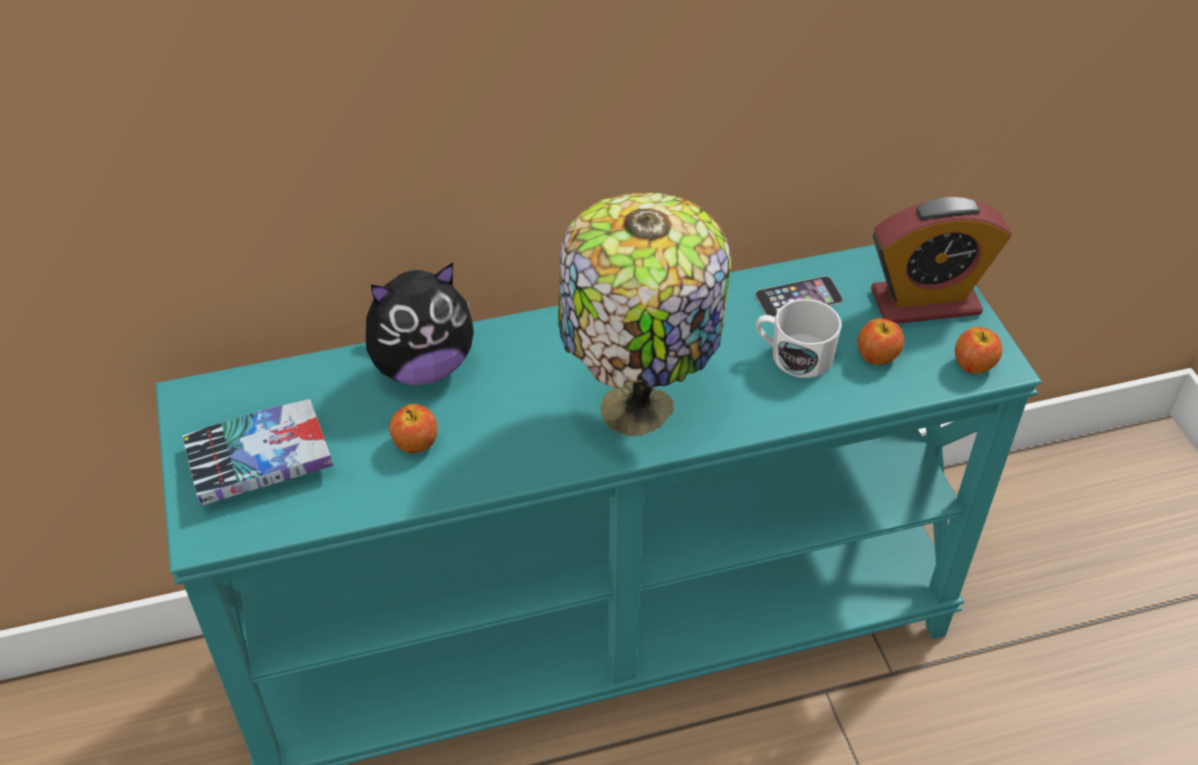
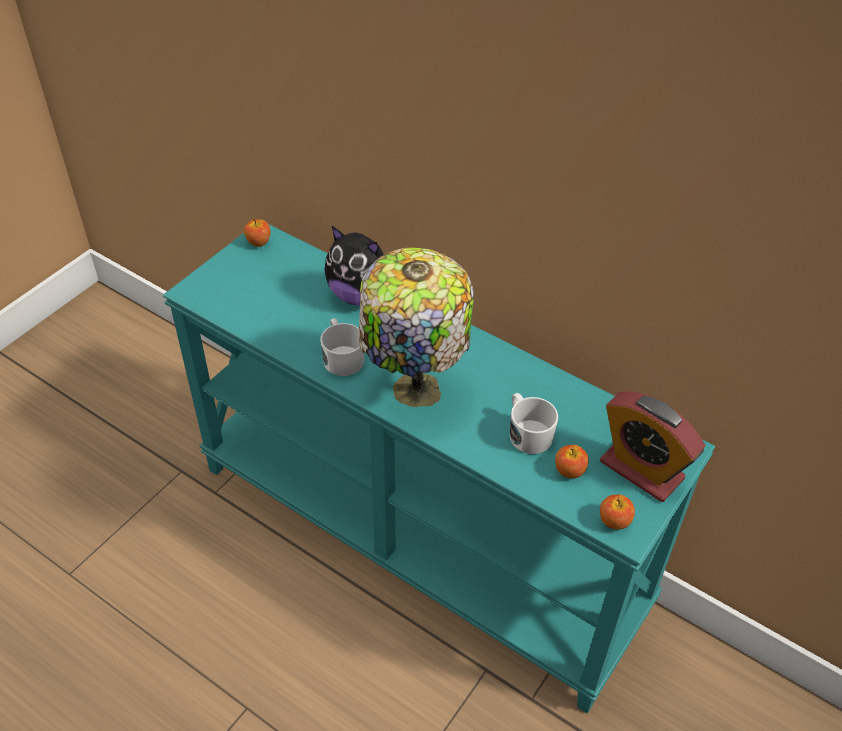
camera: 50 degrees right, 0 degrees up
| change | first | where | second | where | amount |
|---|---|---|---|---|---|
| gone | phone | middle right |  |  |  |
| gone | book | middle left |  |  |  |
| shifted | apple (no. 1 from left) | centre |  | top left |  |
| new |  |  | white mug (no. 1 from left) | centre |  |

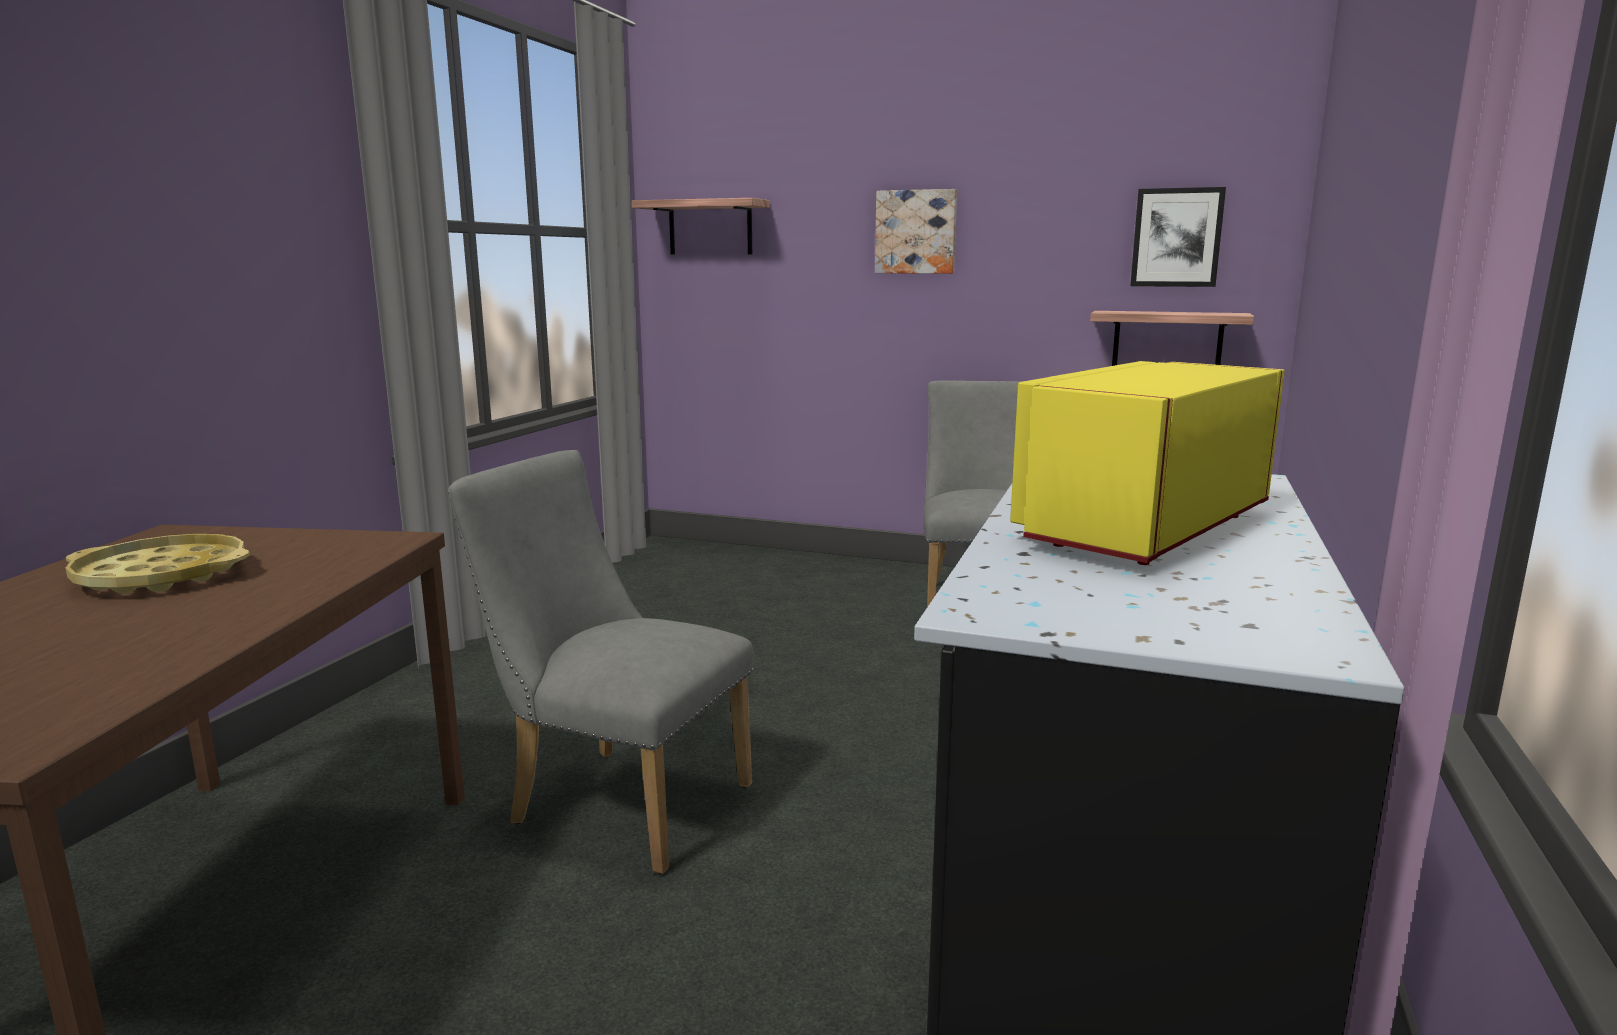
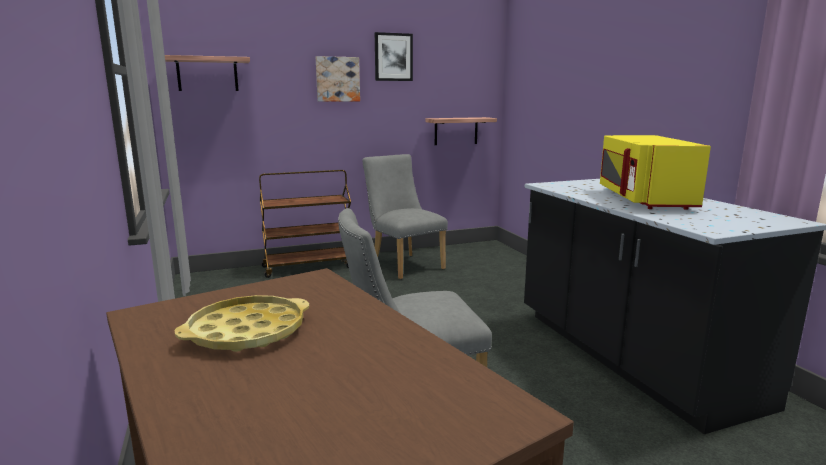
camera: 40 degrees left, 0 degrees up
| change | first | where | second | where | amount |
|---|---|---|---|---|---|
| shifted | picture (no. 2 from left) | top right |  | top centre |  |
| new |  |  | brown cart | centre |  |

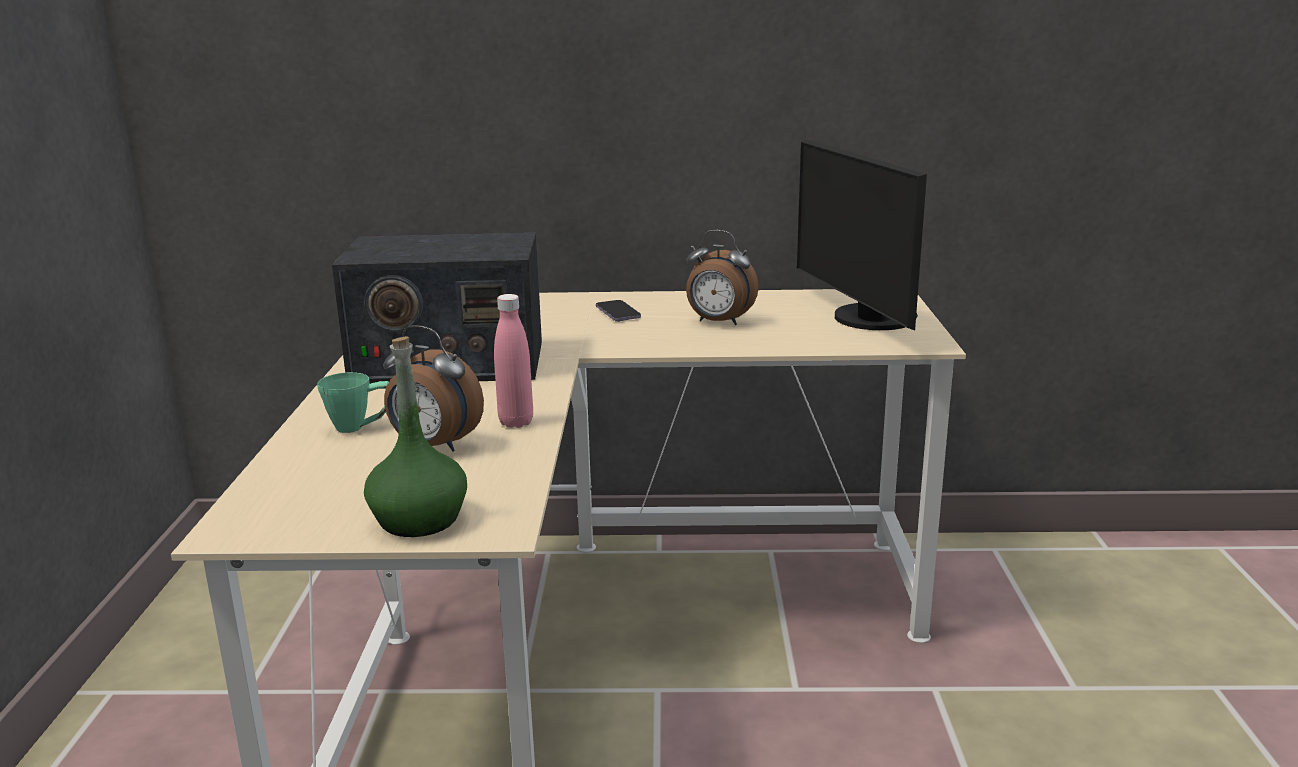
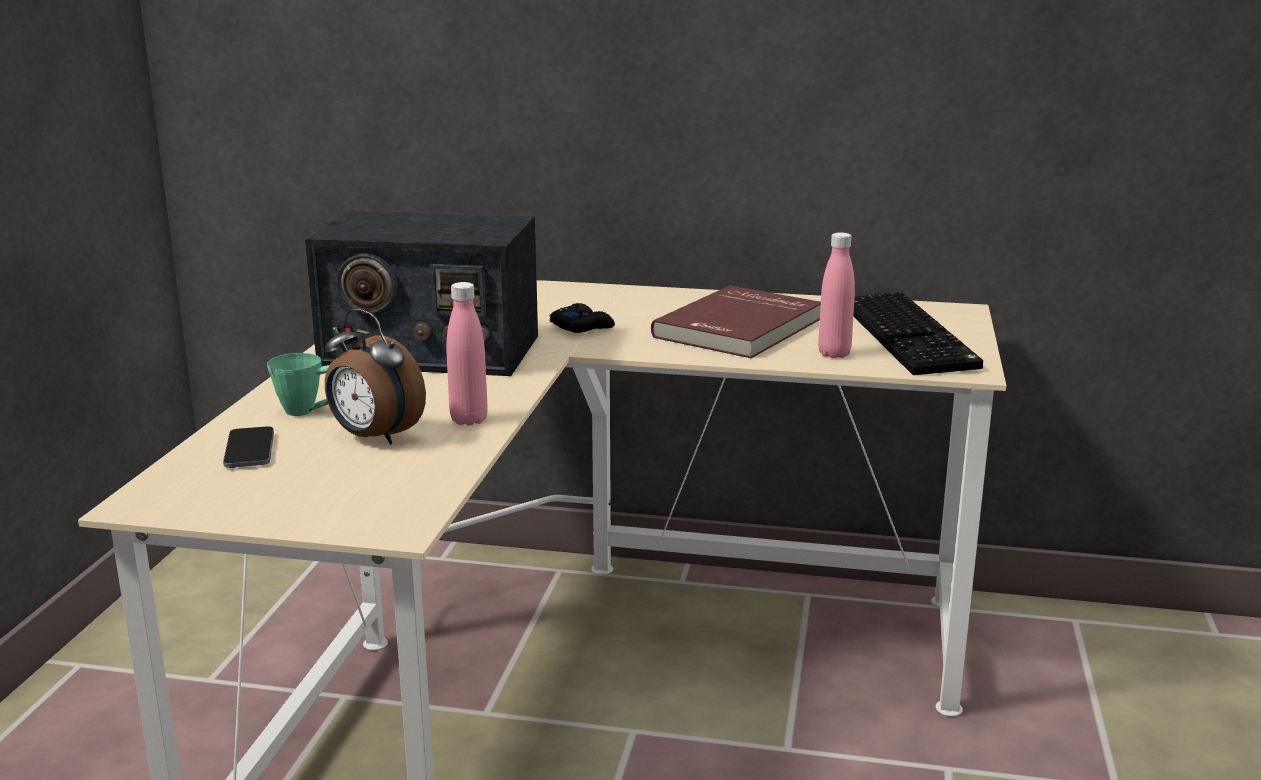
camera: 10 degrees right, 0 degrees up
| change | first | where | second | where | amount |
|---|---|---|---|---|---|
| swapped | monitor | top centre | keyboard | middle right |  |
| swapped | alarm clock (no. 2 from left) | centre | red book | centre |  |
| shifted | phone | centre |  | middle left |  |
| gone | green bottle | middle left |  |  |  |
| new |  |  | pink bottle (no. 2 from left) | centre |  |
| new |  |  | black game controller | centre |  |

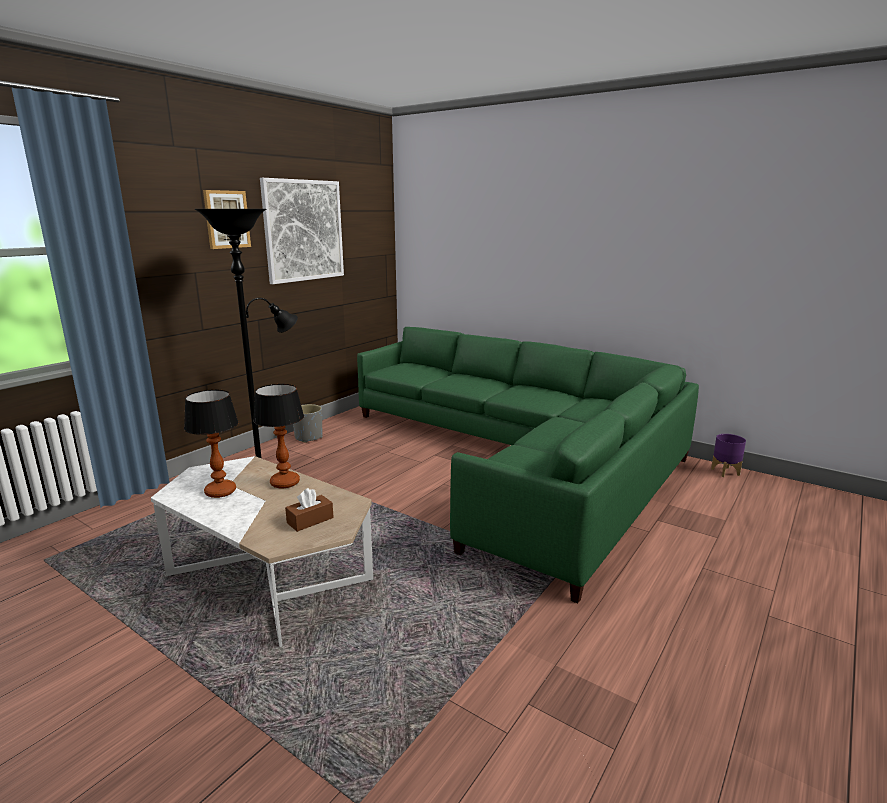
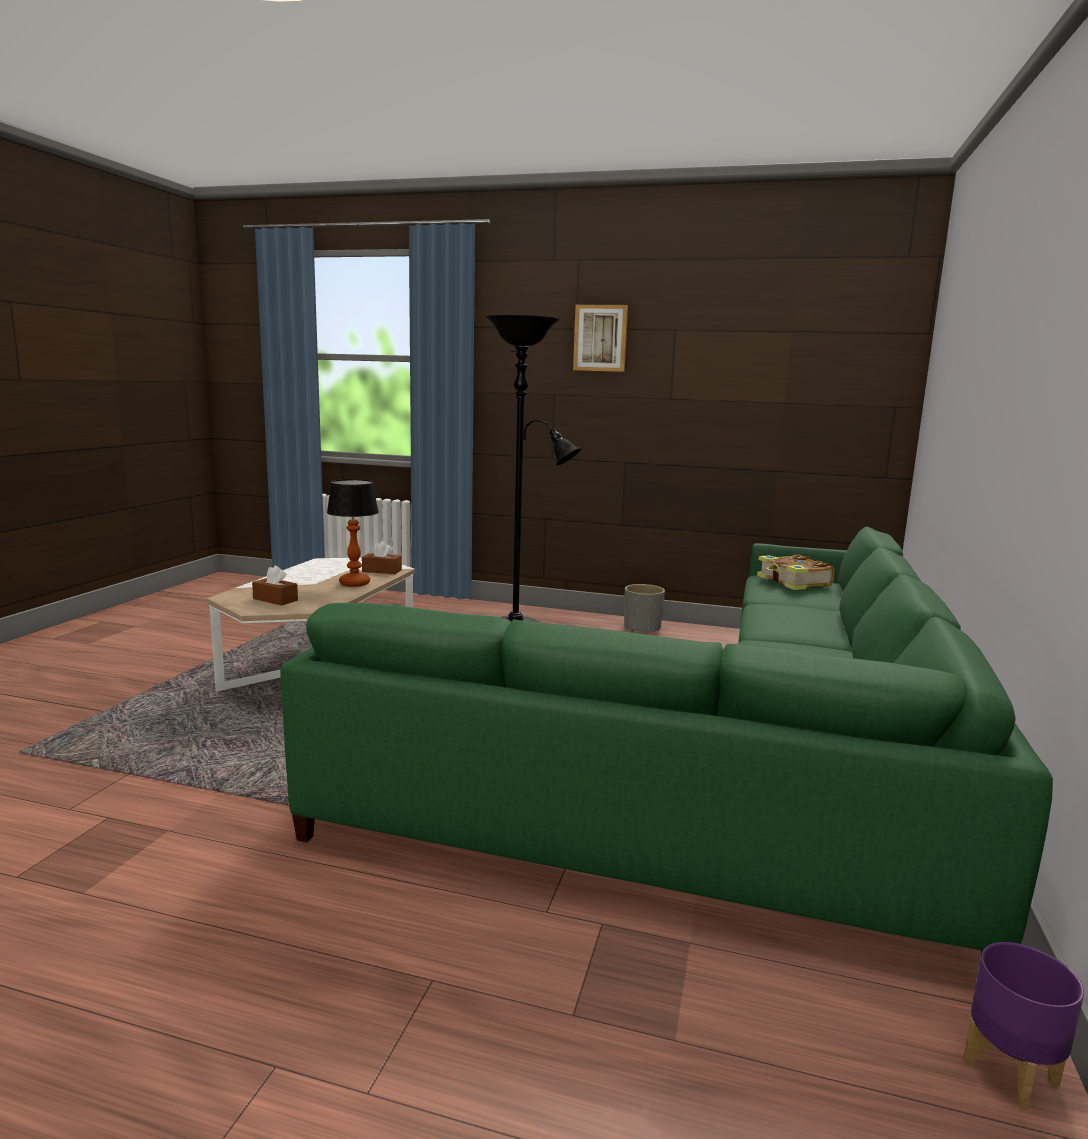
camera: 70 degrees right, 5 degrees down
| change | first | where | second | where | amount |
|---|---|---|---|---|---|
| gone | picture (no. 2 from left) | top centre |  |  |  |
| gone | table lamp (no. 1 from left) | middle left |  |  |  |
| new |  |  | brown tissue box (no. 2 from left) | centre |  |
| new |  |  | book | middle right |  |

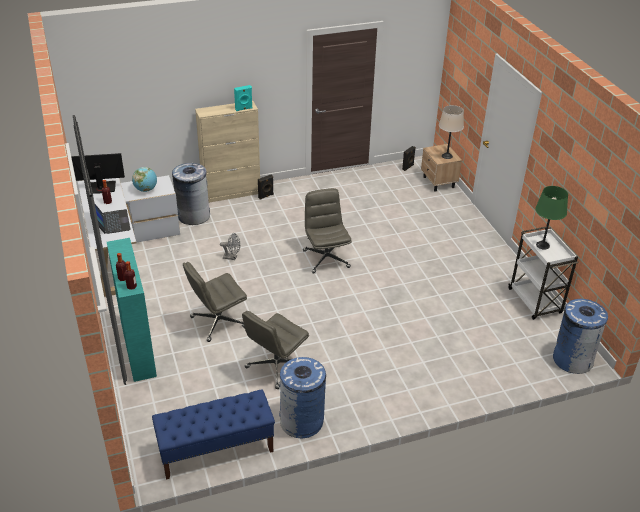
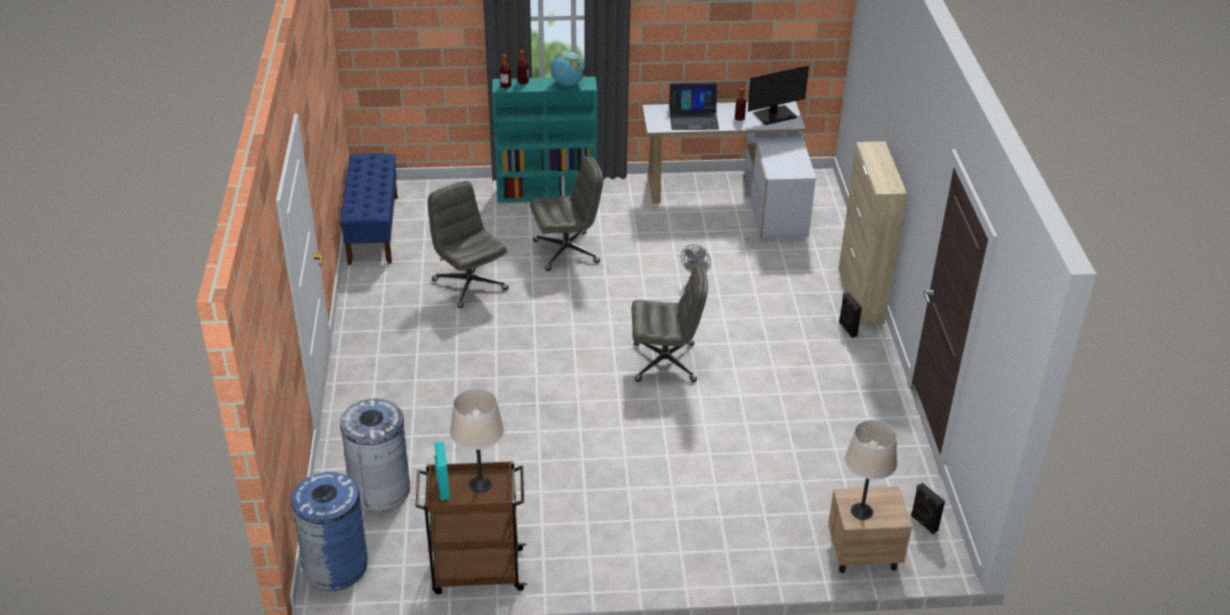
camera: 105 degrees right, 0 degrees up
| change | first | where | second | where | amount |
|---|---|---|---|---|---|
| shifted | turquoise speaker | top centre |  | bottom centre |  |
| rotated | monitor | middle left |  | top centre | 60 degrees clockwise |
| shifted | grey trash can | middle left |  | bottom left |  |
| shifted | globe | middle left |  | top centre |  |
| repainted | green table lamp | middle right | beige table lamp (no. 1 from left) | bottom centre |  |
| repainted | white cart | middle right | brown cart | bottom centre |  |
| rotated | grey office chair (no. 1 from left in the first image) | centre | grey office chair (no. 2 from left) | centre | 90 degrees clockwise |
| gone | blue trash can (no. 1 from left) | bottom centre |  |  |  |

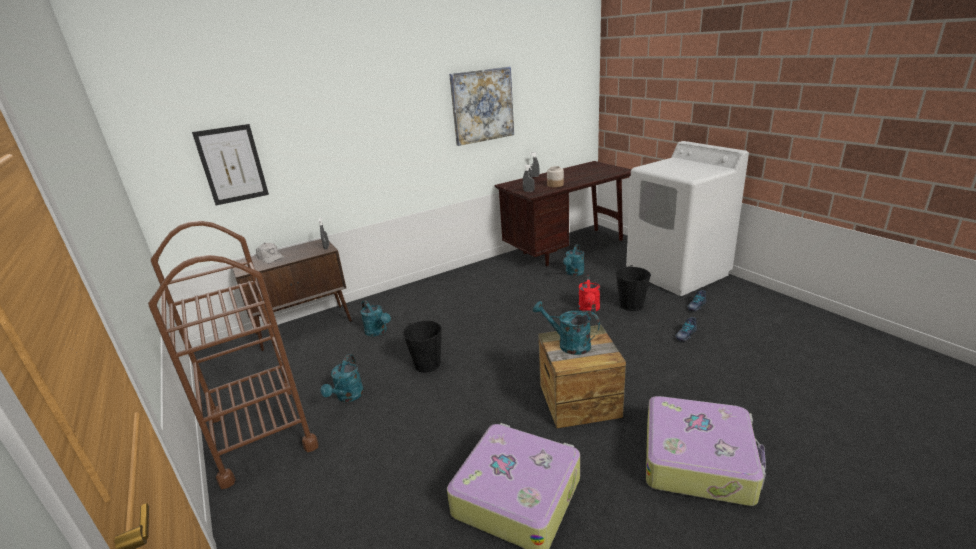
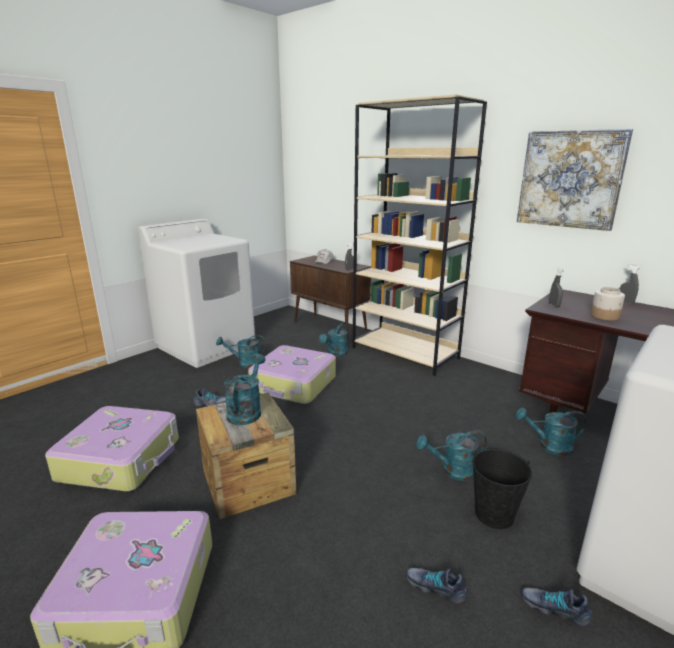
camera: 70 degrees right, 5 degrees down
| change | first | where | second | where | amount |
|---|---|---|---|---|---|
| gone | picture (no. 1 from left) | top left |  |  |  |
| swapped | brown cart | middle left | white washing machine (no. 1 from left) | middle left |  |
| repainted | red watering can | centre | turquoise watering can (no. 4 from left) | bottom right |  |
| swapped | black bucket (no. 1 from left) | centre | suitcase (no. 3 from left) | centre |  |
| new |  |  | beige bookcase | centre |  |
| new |  |  | shoe (no. 1 from left) | middle left |  |

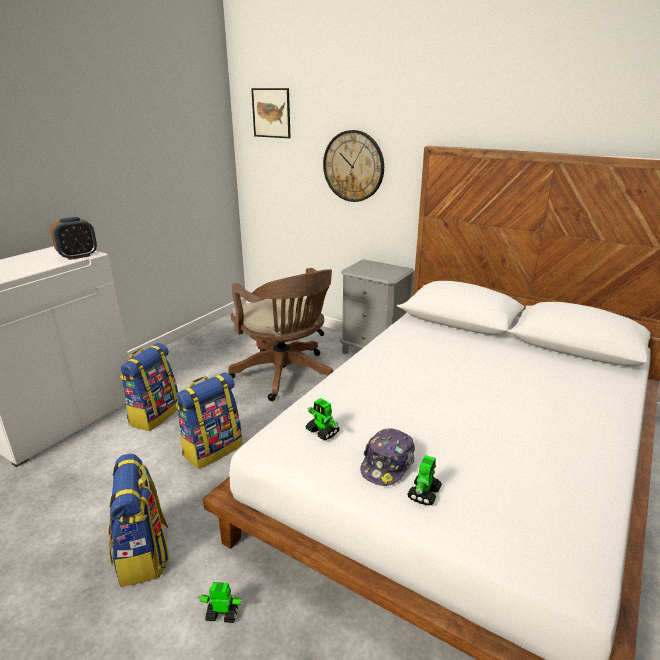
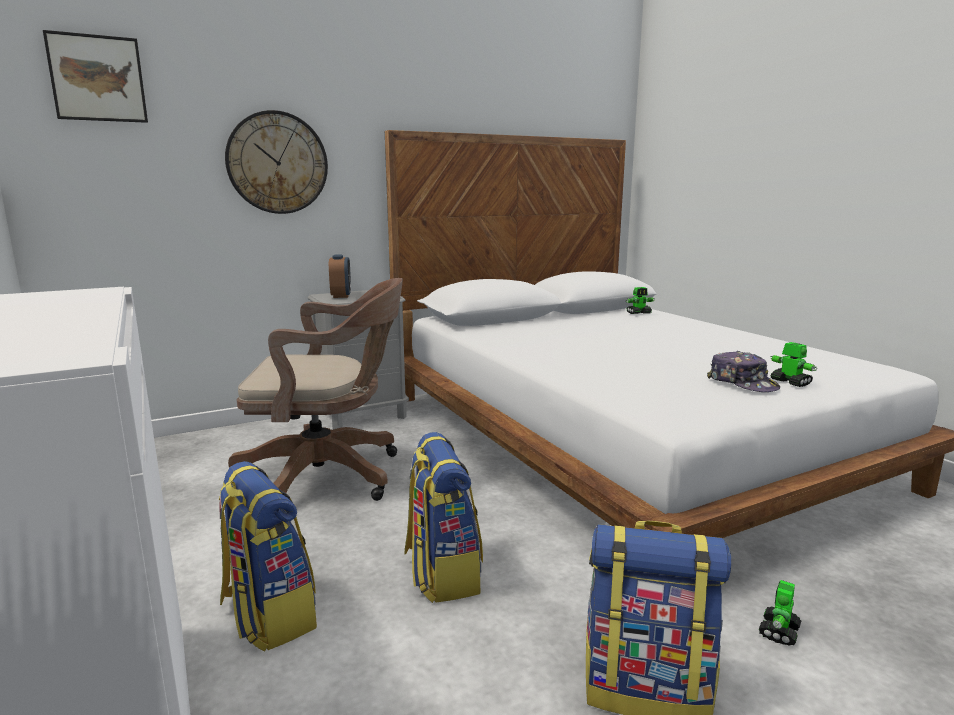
camera: 60 degrees left, 10 degrees down
| change | first | where | second | where | amount |
|---|---|---|---|---|---|
| shifted | alarm clock | middle left |  | centre |  |
| shifted | toy robot (no. 2 from left in the first image) | centre | toy robot (no. 1 from left) | middle right |  |

